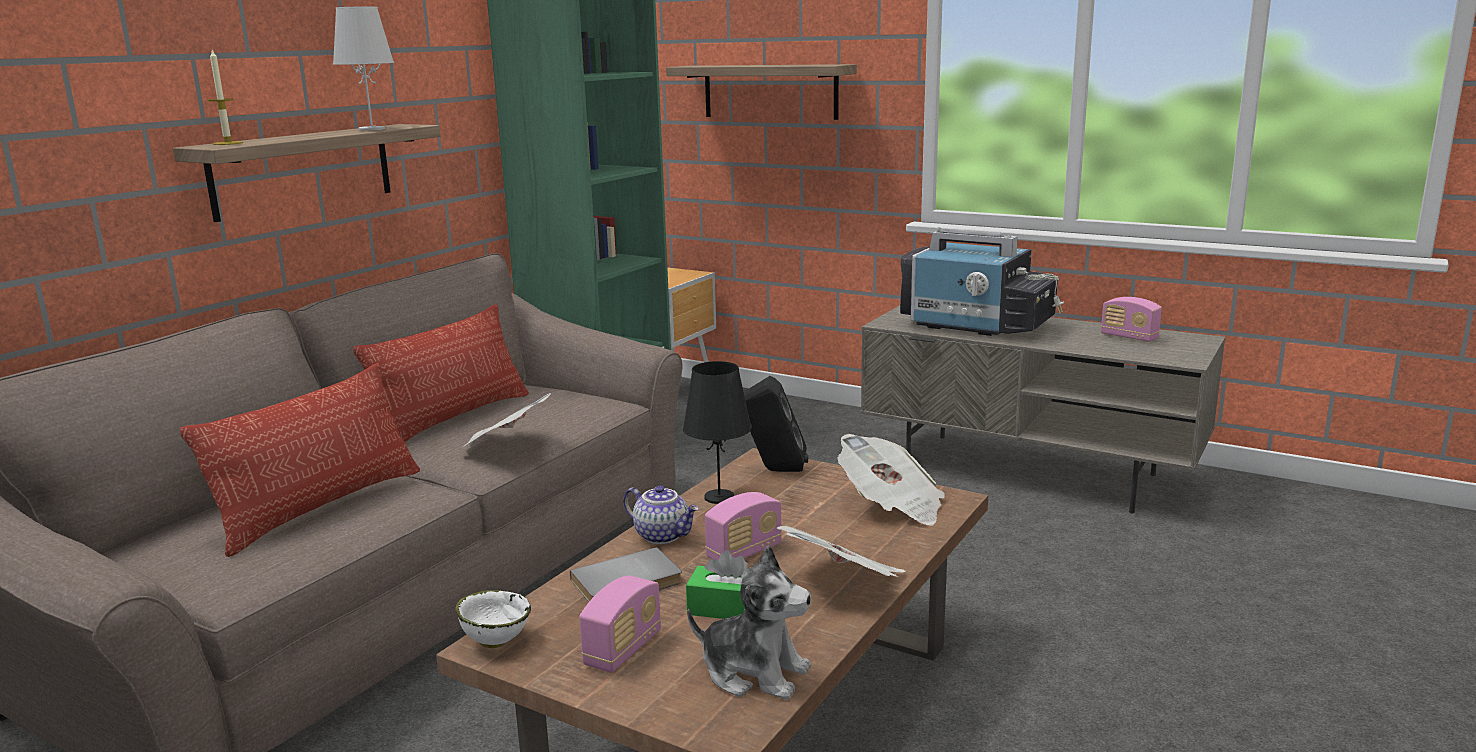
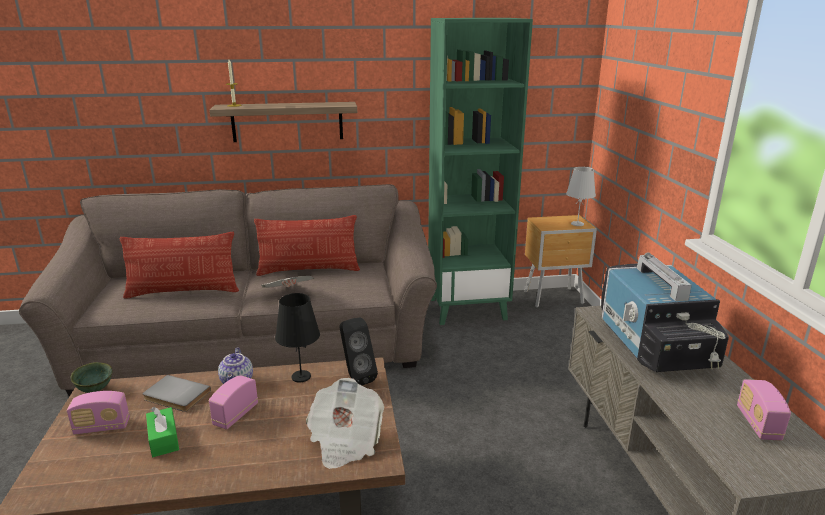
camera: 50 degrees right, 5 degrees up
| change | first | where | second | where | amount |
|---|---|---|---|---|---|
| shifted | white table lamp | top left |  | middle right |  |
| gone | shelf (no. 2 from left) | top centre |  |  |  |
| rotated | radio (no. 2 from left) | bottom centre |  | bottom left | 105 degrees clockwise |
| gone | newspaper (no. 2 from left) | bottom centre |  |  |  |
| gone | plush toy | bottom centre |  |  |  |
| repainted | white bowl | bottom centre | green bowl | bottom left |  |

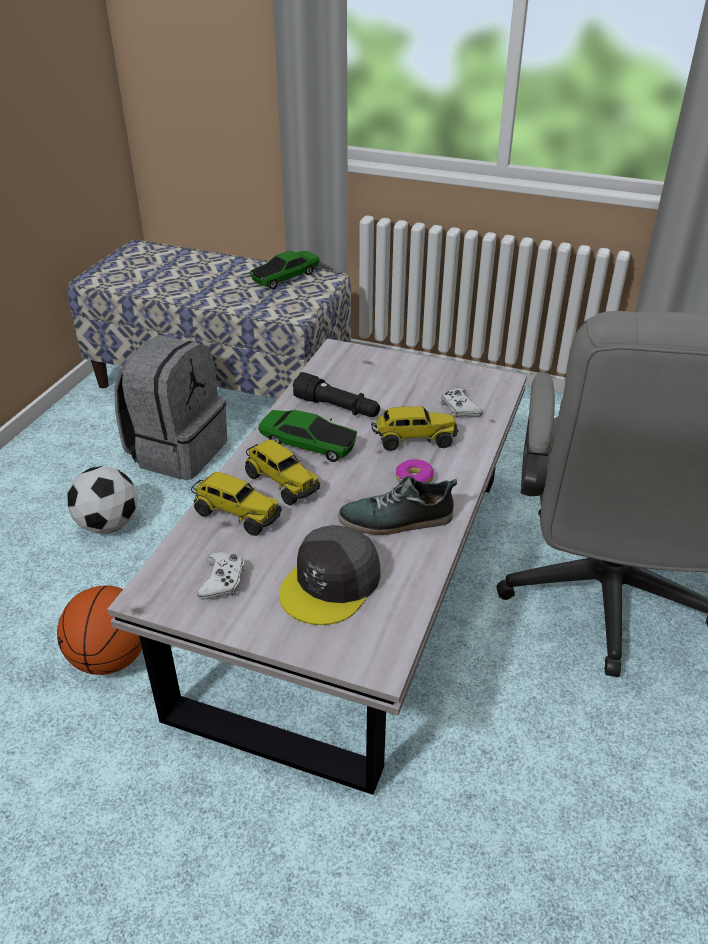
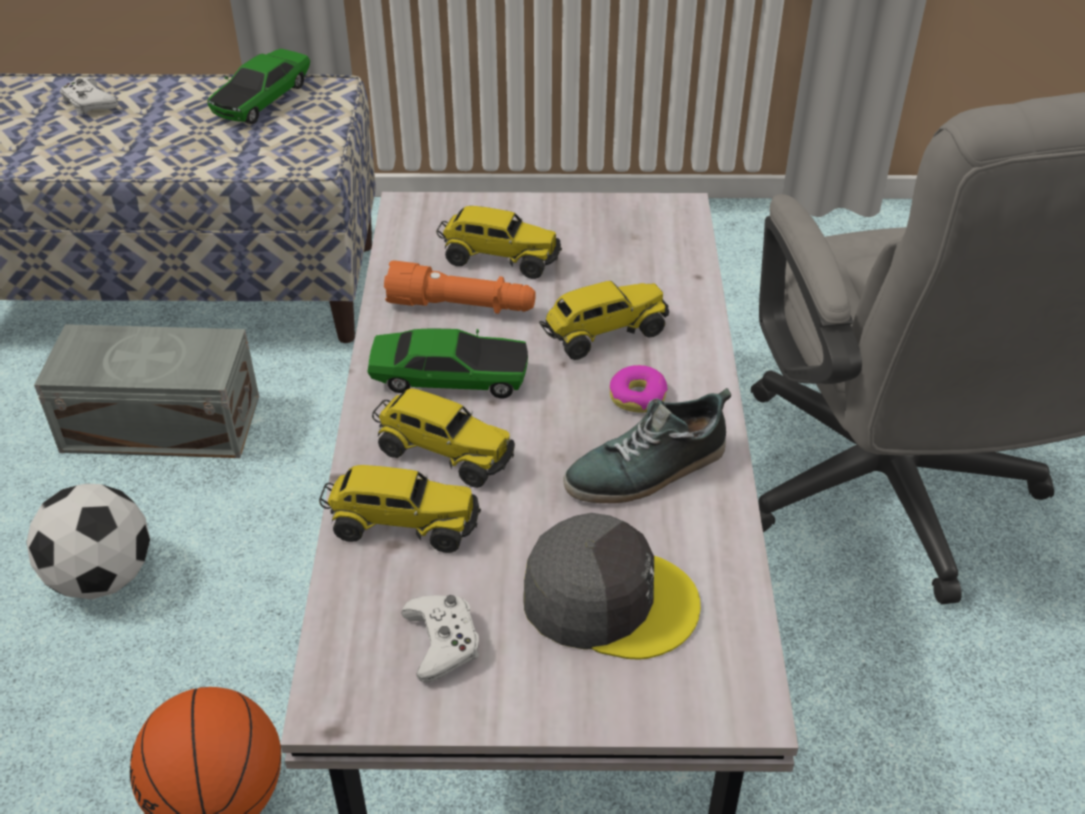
camera: 20 degrees left, 5 degrees up
| change | first | where | second | where | amount |
|---|---|---|---|---|---|
| swapped | grey backpack | middle left | grey storage box | middle left |  |
| repainted | black flashlight | centre | orange flashlight | centre |  |
| shifted | white game controller (no. 2 from left in the first image) | centre | white game controller (no. 1 from left) | top left |  |
| rotated | grey cap | centre |  | bottom centre | 90 degrees counterclockwise |
| new |  |  | toy truck (no. 3 from left) | top centre |  |

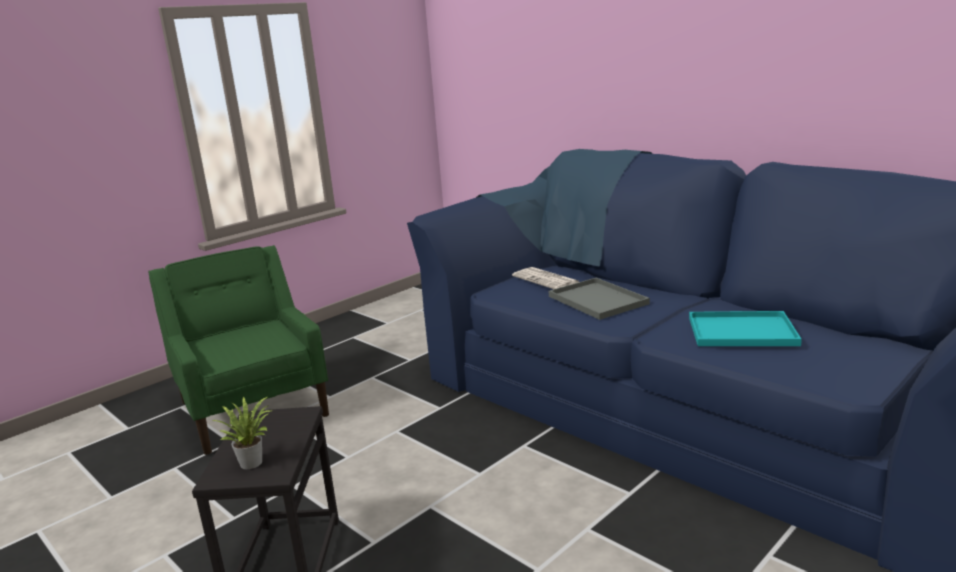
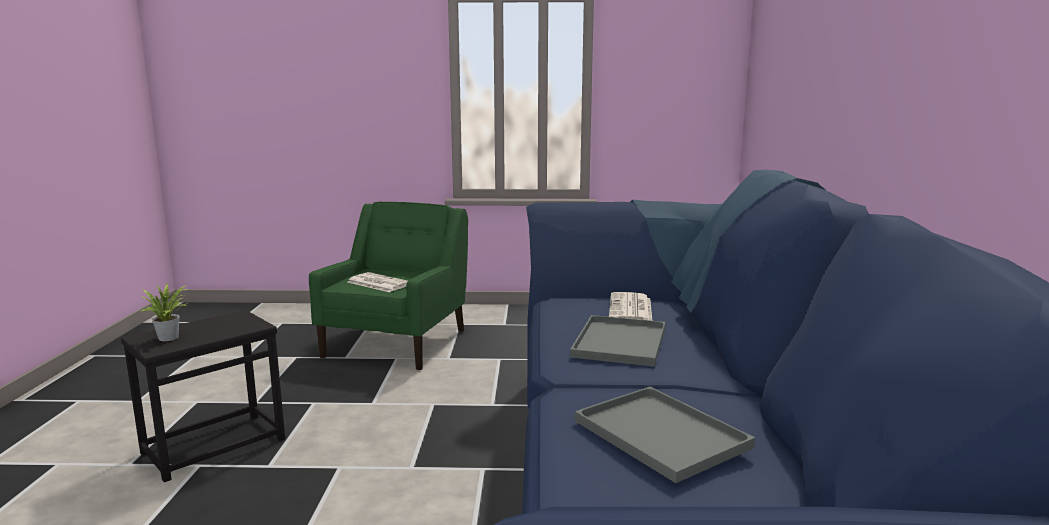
camera: 45 degrees right, 5 degrees down
| change | first | where | second | where | amount |
|---|---|---|---|---|---|
| repainted | turquoise tray | middle right | grey tray (no. 2 from left) | bottom centre |  |
| new |  |  | newspaper (no. 1 from left) | centre |  |

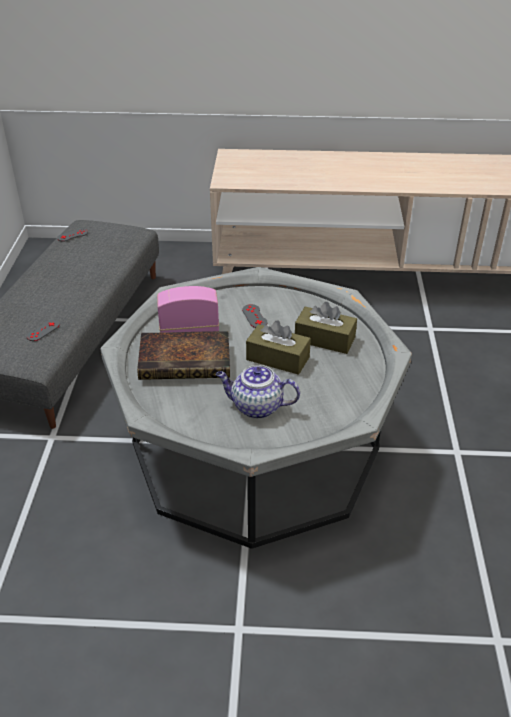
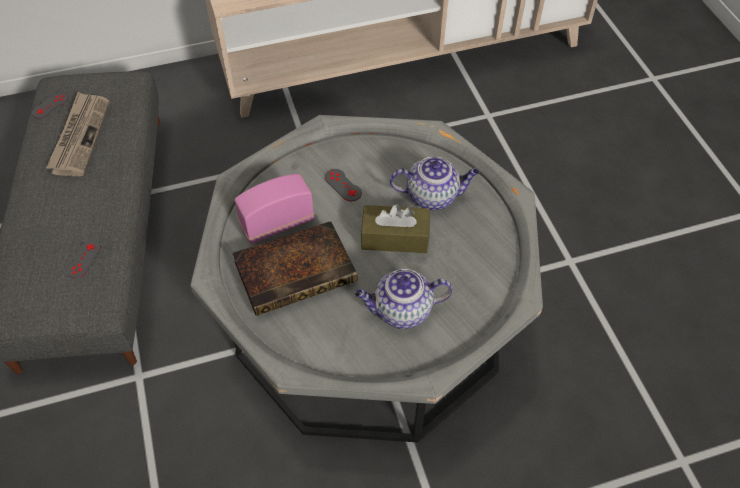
camera: 20 degrees left, 15 degrees up
| change | first | where | second | where | amount |
|---|---|---|---|---|---|
| swapped | brown tissue box (no. 2 from left) | centre | teapot (no. 2 from left) | centre |  |
| new |  |  | newspaper | top left |  |

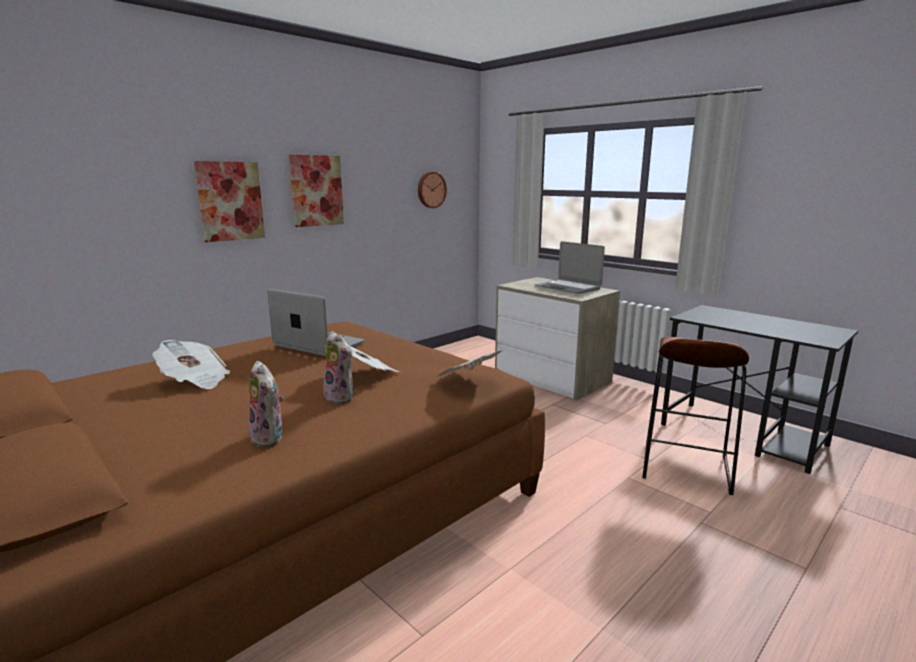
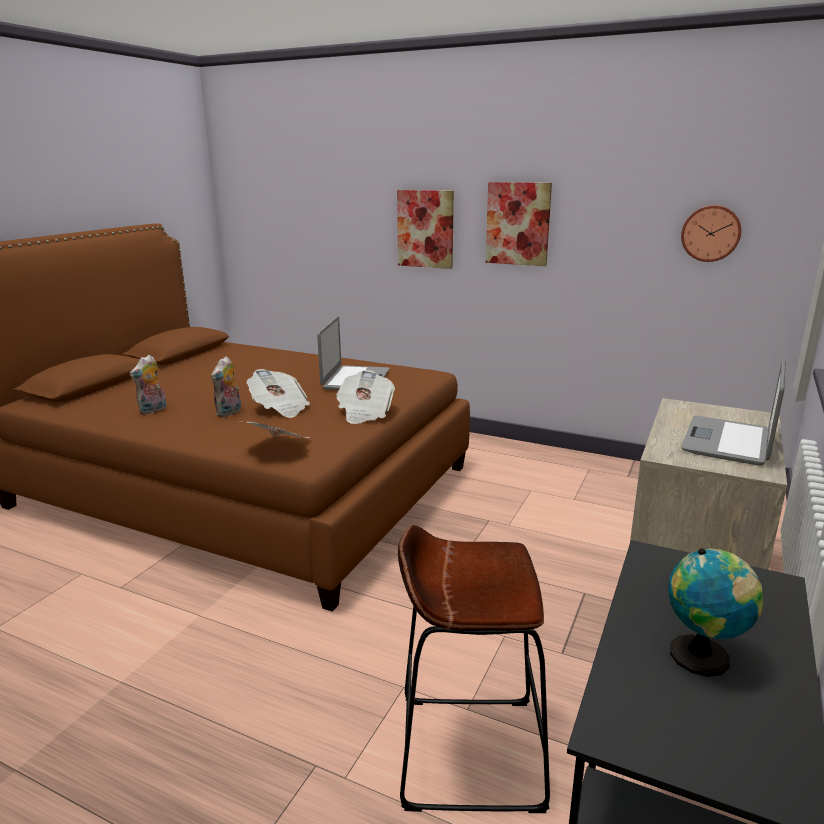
camera: 70 degrees right, 5 degrees up
| change | first | where | second | where | amount |
|---|---|---|---|---|---|
| shifted | newspaper (no. 1 from left in the first image) | middle left | newspaper (no. 3 from left) | centre |  |
| new |  |  | globe | bottom right |  |

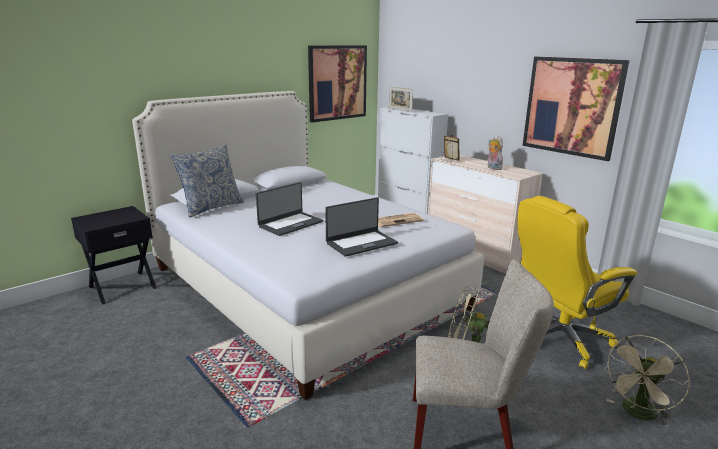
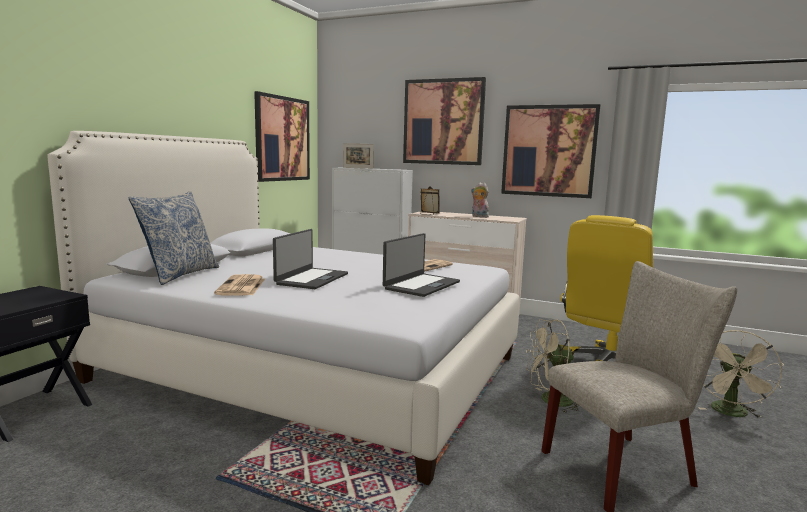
camera: 25 degrees left, 10 degrees down
| change | first | where | second | where | amount |
|---|---|---|---|---|---|
| new |  |  | picture (no. 2 from left) | top centre |  |
| new |  |  | newspaper (no. 1 from left) | middle left |  |

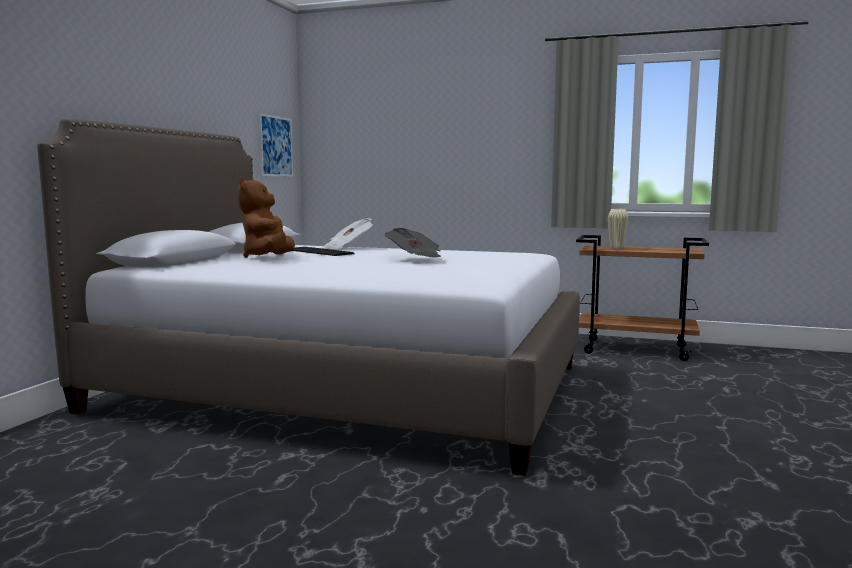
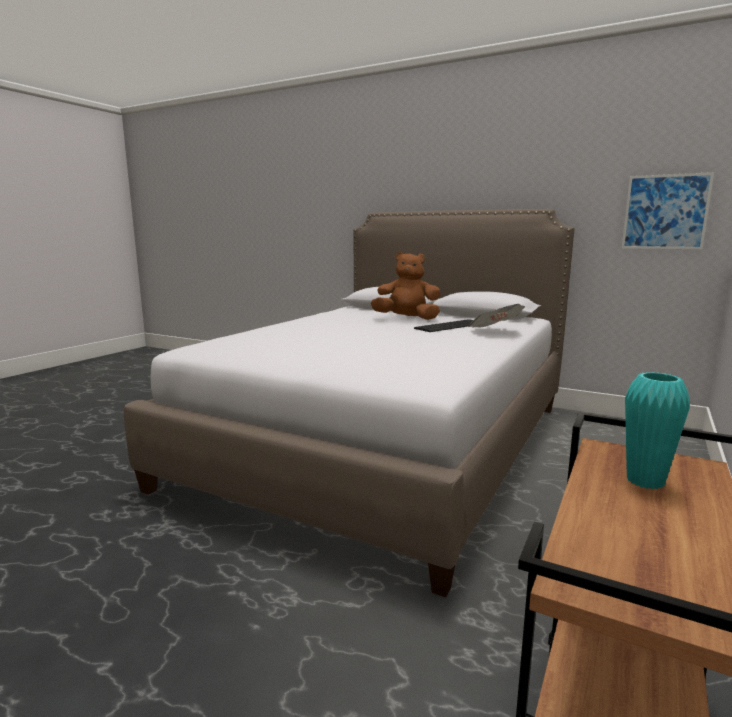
camera: 100 degrees right, 5 degrees up
| change | first | where | second | where | amount |
|---|---|---|---|---|---|
| repainted | beige vase | middle right | turquoise vase | middle right |  |
| gone | newspaper (no. 2 from left) | centre |  |  |  |

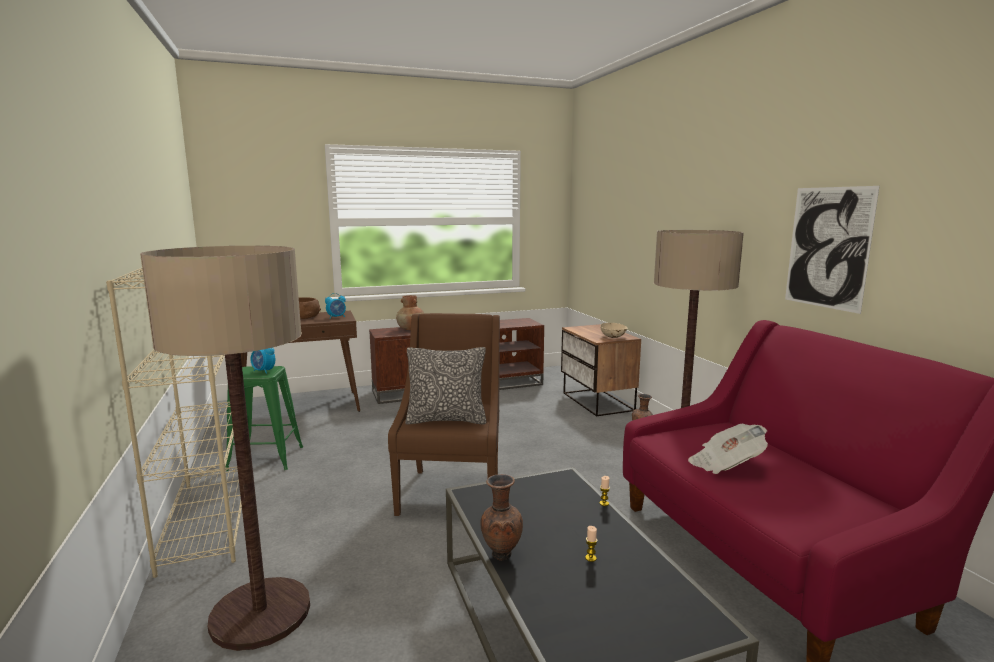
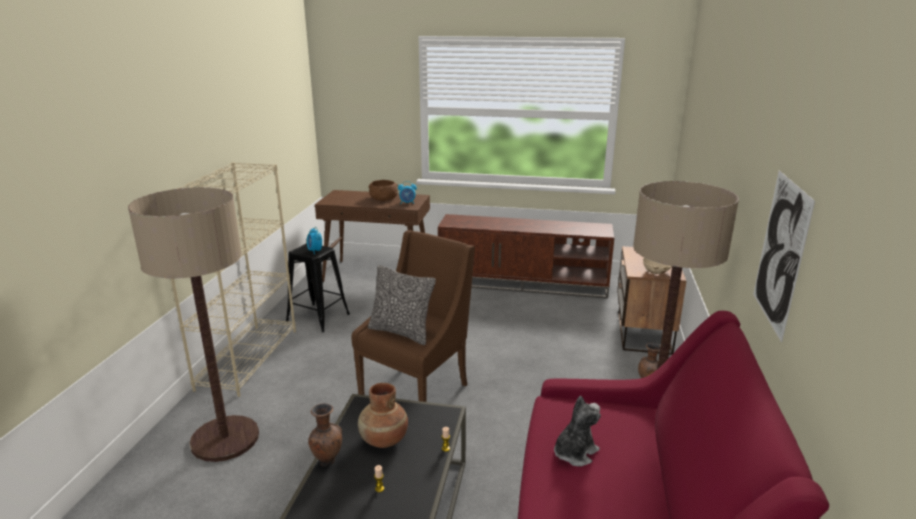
camera: 30 degrees right, 10 degrees up
| change | first | where | second | where | amount |
|---|---|---|---|---|---|
| shifted | brown vase (no. 1 from left in the first image) | centre | brown vase (no. 2 from left) | bottom centre |  |
| repainted | green stool | middle left | black stool | centre |  |
| swapped | newspaper | bottom right | plush toy | bottom centre |  |

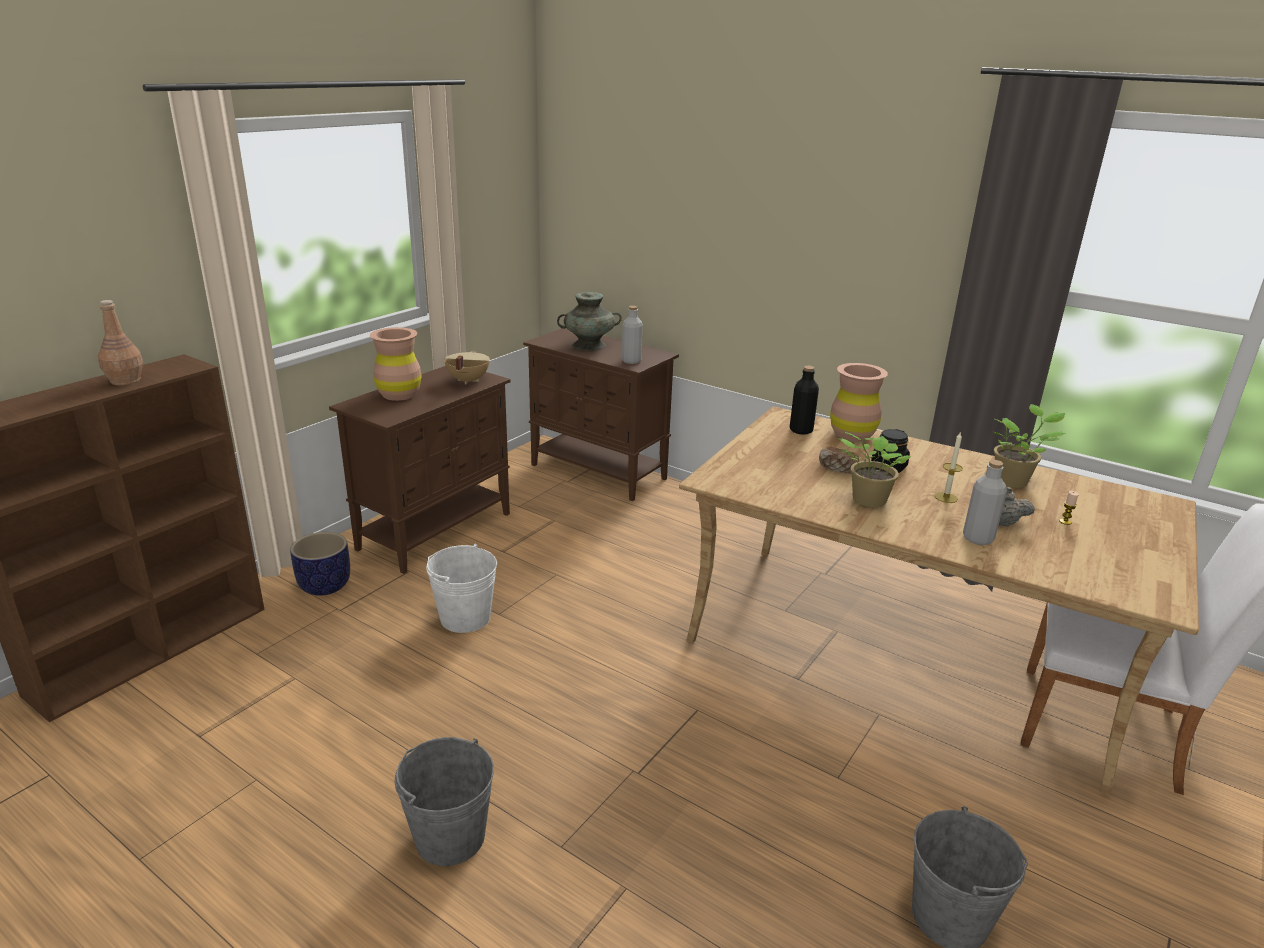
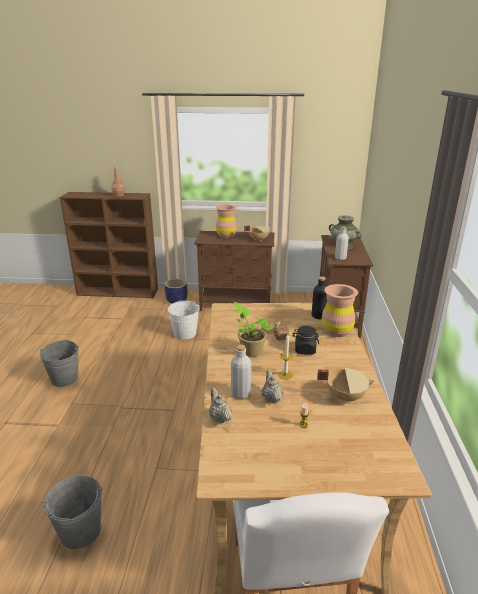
camera: 60 degrees right, 0 degrees up
| change | first | where | second | where | amount |
|---|---|---|---|---|---|
| swapped | potted plant (no. 2 from left) | middle right | beige cooking pot (no. 2 from left) | middle right |  |
| new |  |  | beige teapot (no. 1 from left) | bottom centre |  |

